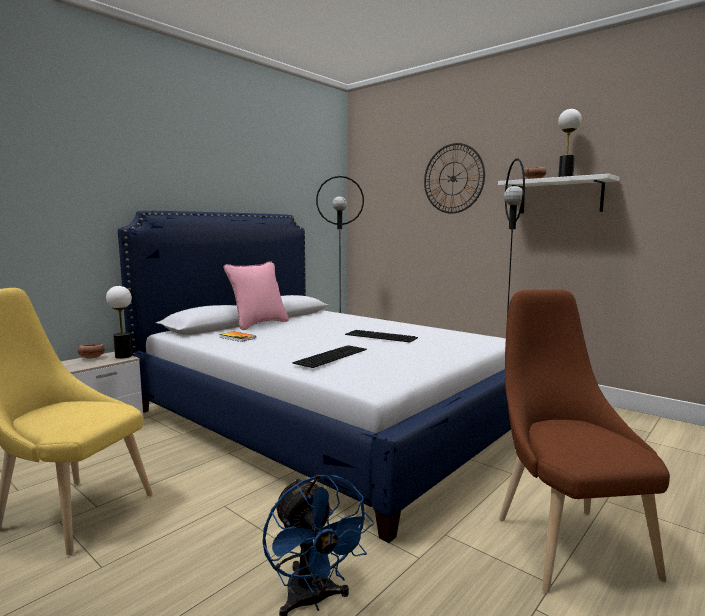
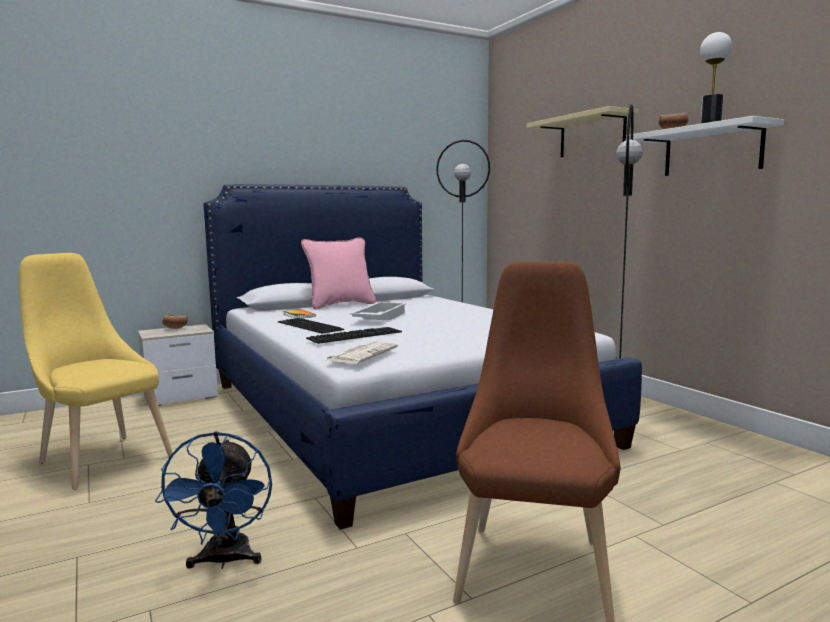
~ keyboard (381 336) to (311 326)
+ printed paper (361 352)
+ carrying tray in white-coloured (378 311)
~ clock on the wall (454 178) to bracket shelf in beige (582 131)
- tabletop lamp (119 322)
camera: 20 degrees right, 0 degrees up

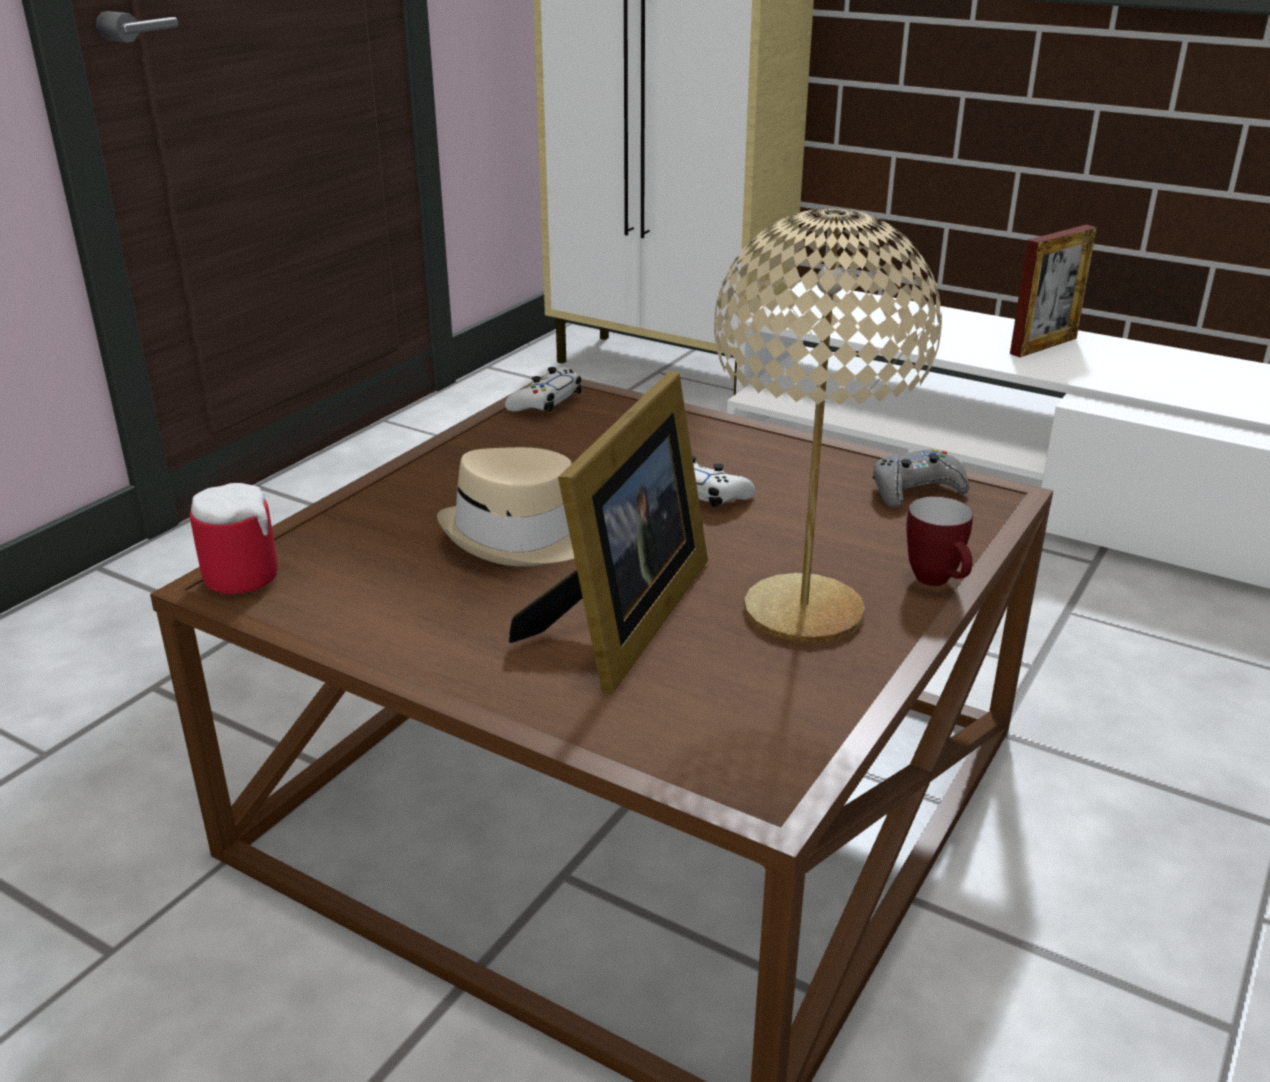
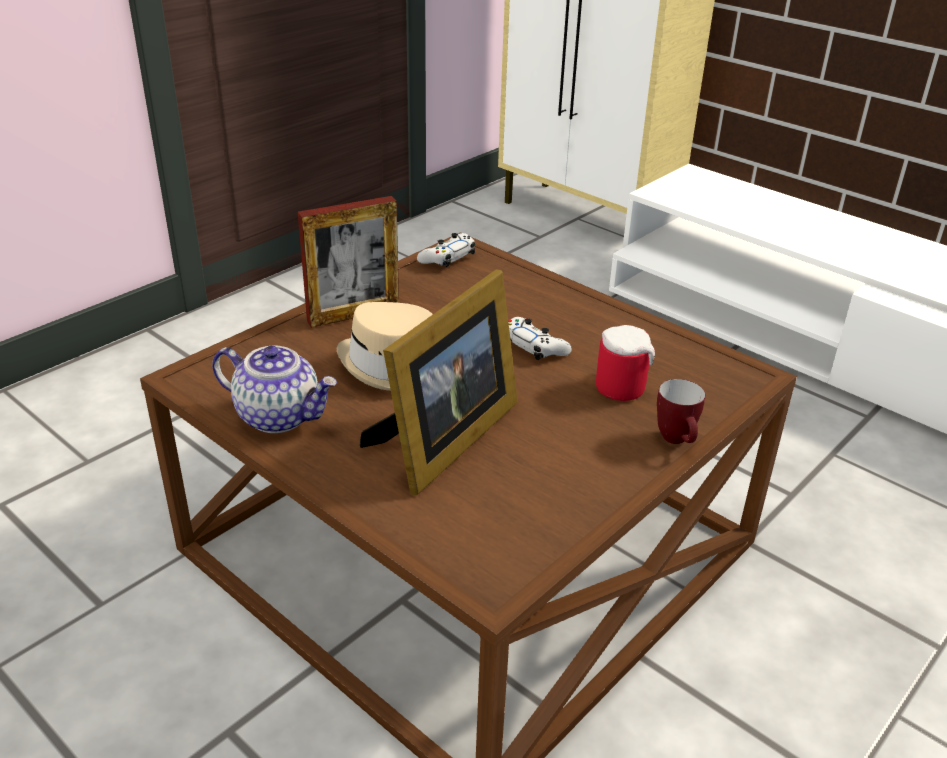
+ pot for tea (274 389)
~ photo frame (1053 291) to (348 262)
~ tea mug (234 538) to (625 363)
- tabletop lamp in beige (828 425)
- joypad in greyish (921 478)
camera: 10 degrees right, 5 degrees up

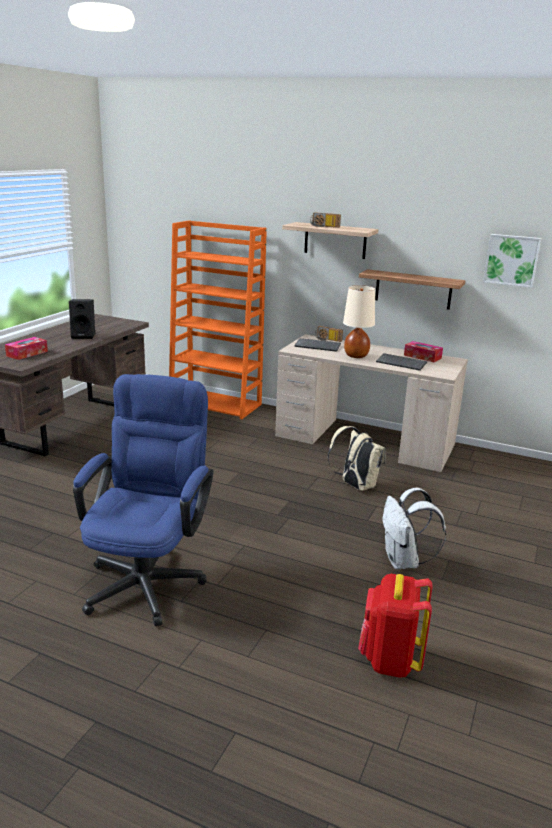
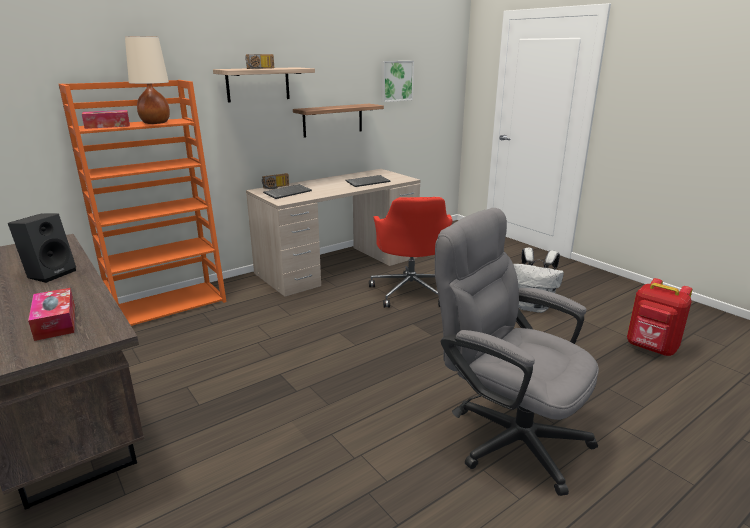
~ box of tissues (423 351) to (106 119)
~ tabletop lamp in beige (359 321) to (147 80)
~ knapsack in beige (356 458) to computer chair in reddish (410 252)
~ computer chair in blue (143 500) to computer chair in greyish (517 352)
camera: 60 degrees left, 0 degrees up

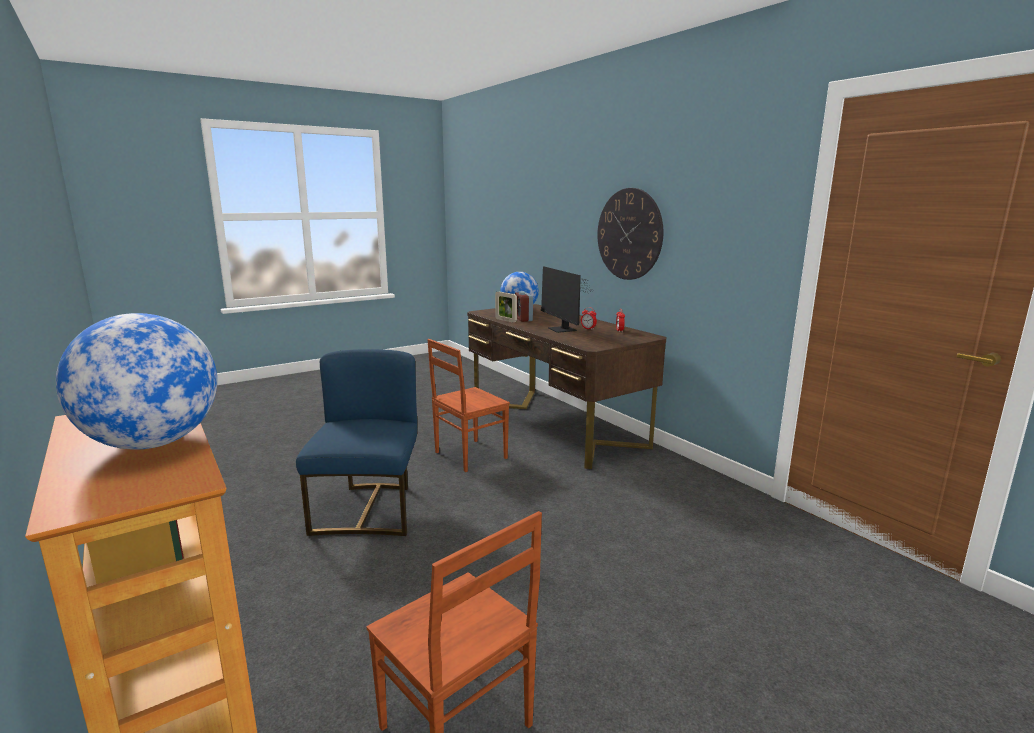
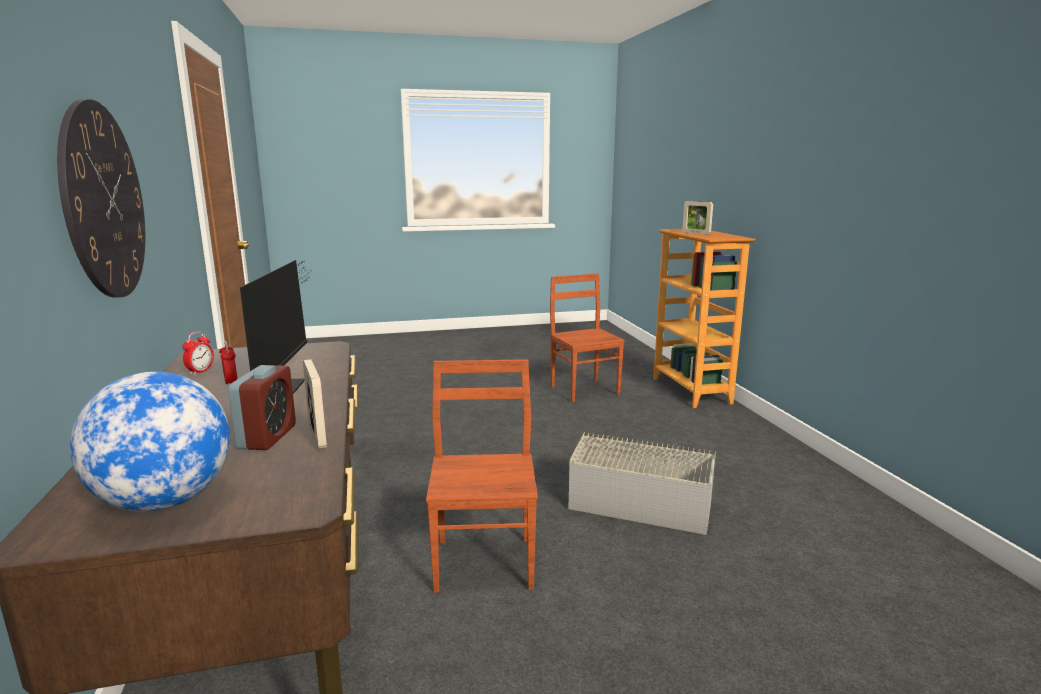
~ plain chair in brown (468 405) = (482 476) 75 degrees counterclockwise
~ plain chair in blue (356 442) to storage bin in greyish (642 483)
~ world globe (136 381) to photo frame (697 218)
camera: 160 degrees left, 0 degrees up

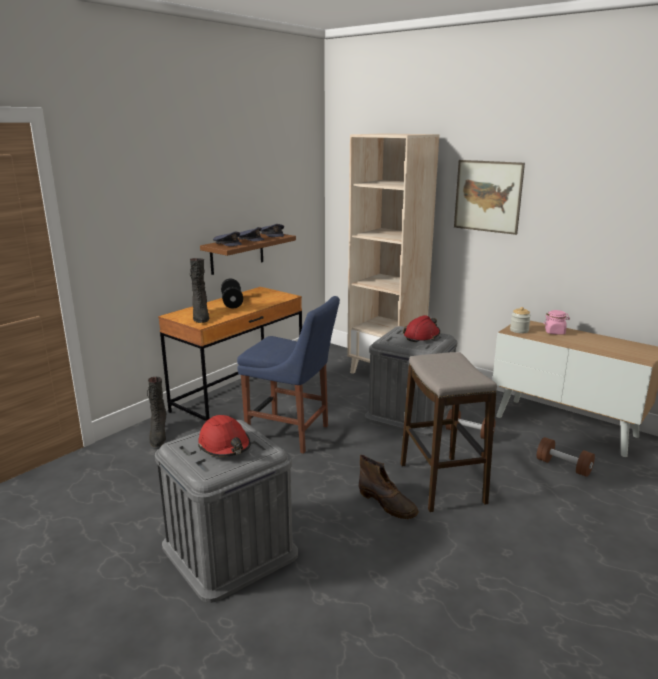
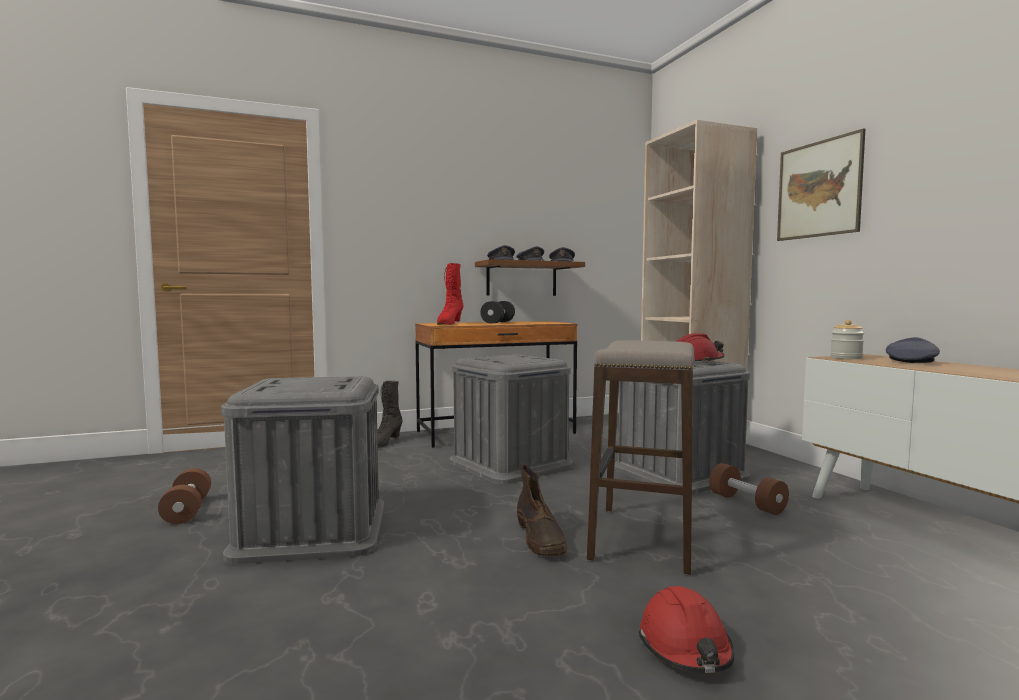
~ free weight in brown (566 457) to (184 496)
~ boot in black-coloured (199 290) to boot in reddish (450 294)
~ plain chair in blue (288 375) to storage bin in greyish (511 419)
~ safety helmet in reddish (224 436) to (687 629)
~ preserve jar in pink (557 322) to cap in greyish (913 350)
camera: 30 degrees right, 15 degrees down

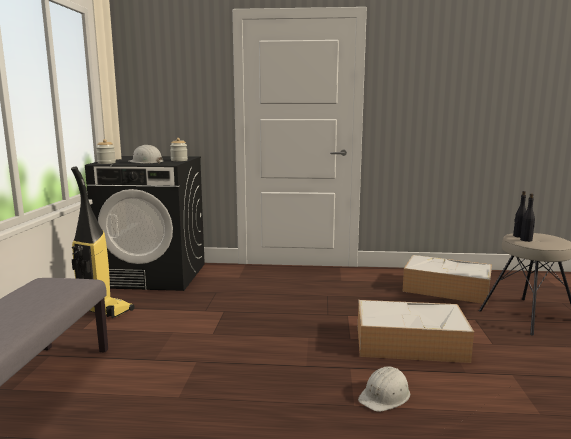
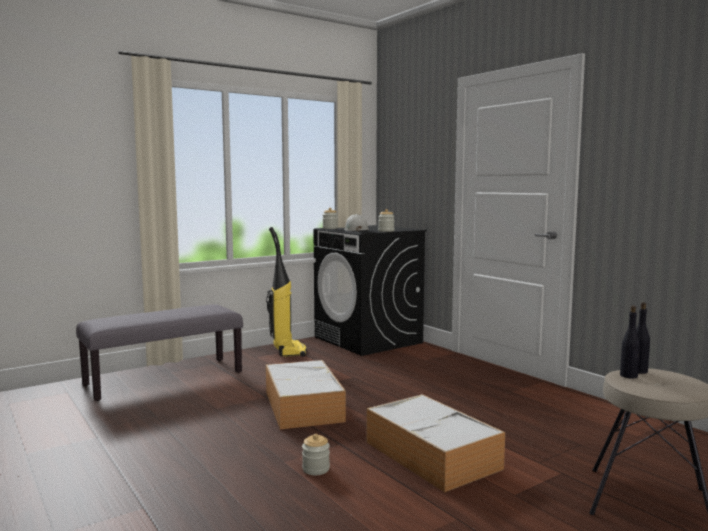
~ storage bin (447 280) to (306 394)
~ safety helmet in white-coloured (384 389) to preserve jar (316 454)
camera: 50 degrees right, 5 degrees down

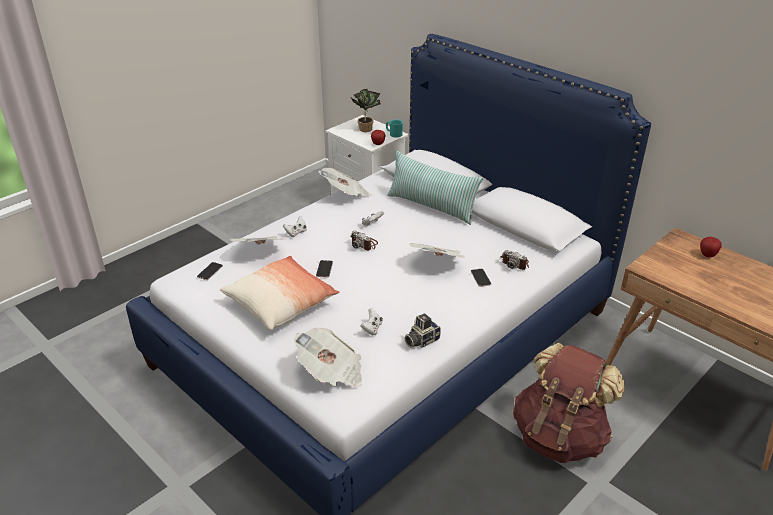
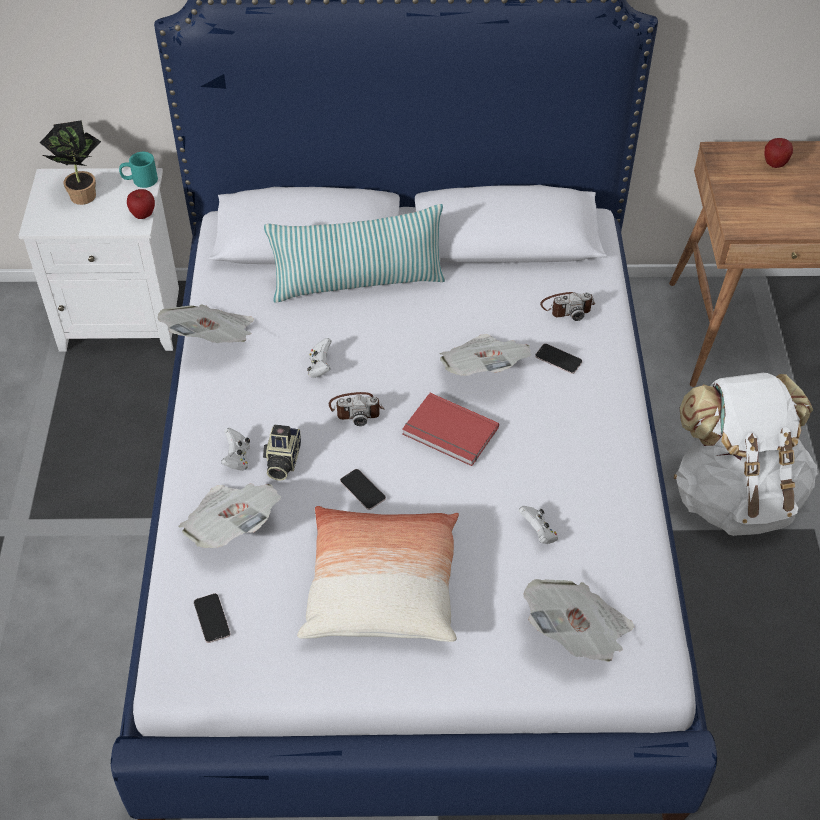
~ photo camera (423 331) to (282 453)
+ volume in reddish (450 429)
~ knapsack in brown (569 402) to knapsack in white-coloured (746 454)
camera: 45 degrees left, 15 degrees up

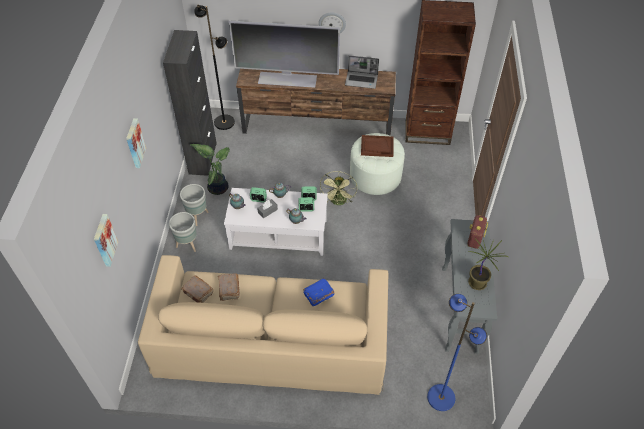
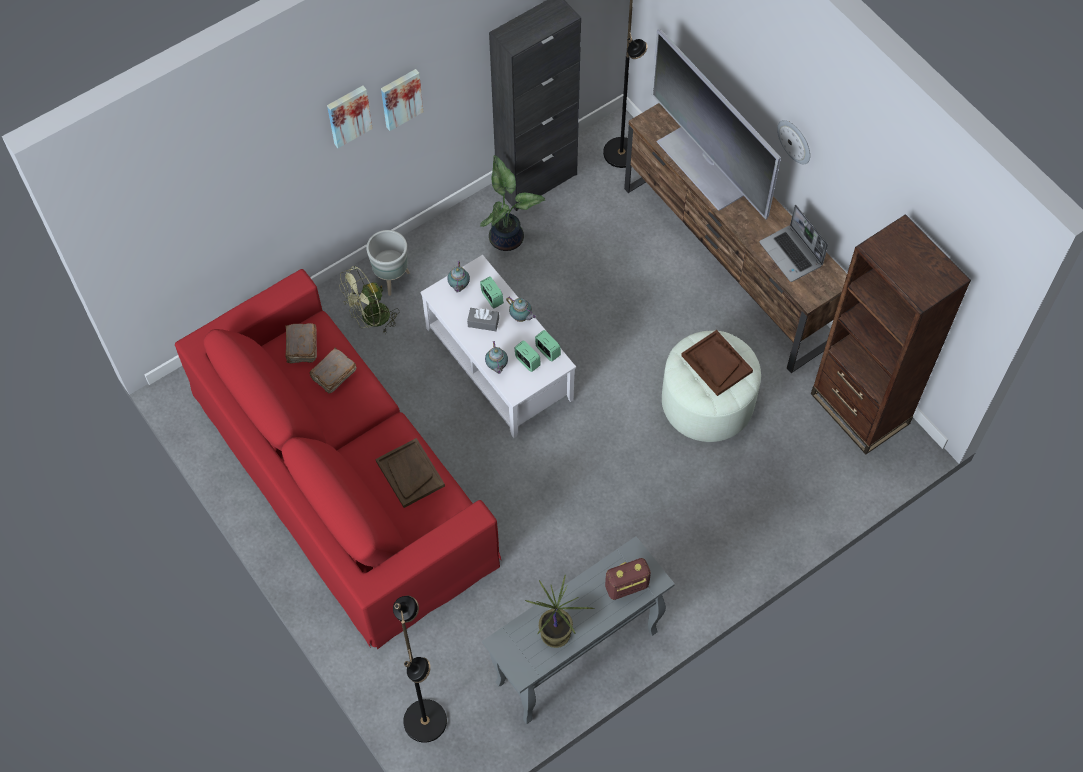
~ sofa in beige (263 325) to sofa in reddish (338 459)
~ fan in green-coloured (338 188) to (369 300)
~ volume in blue (318 292) to carrying tray in brown (410 473)
~ picture (106 240) to (402 100)
~ floor lamp in blue (457 352) to floor lamp in black-coloured (420 669)
- plant pot in greyish (194 205)
camera: 50 degrees right, 10 degrees up

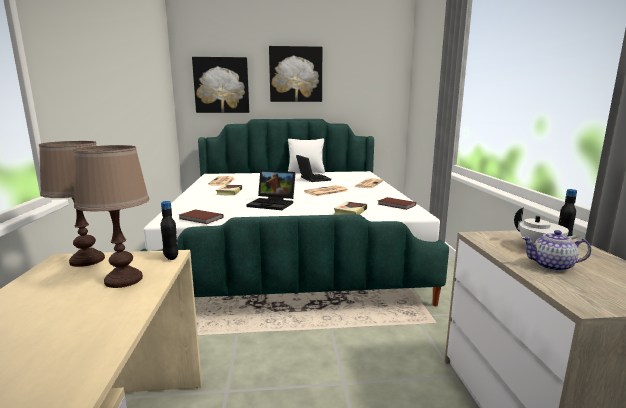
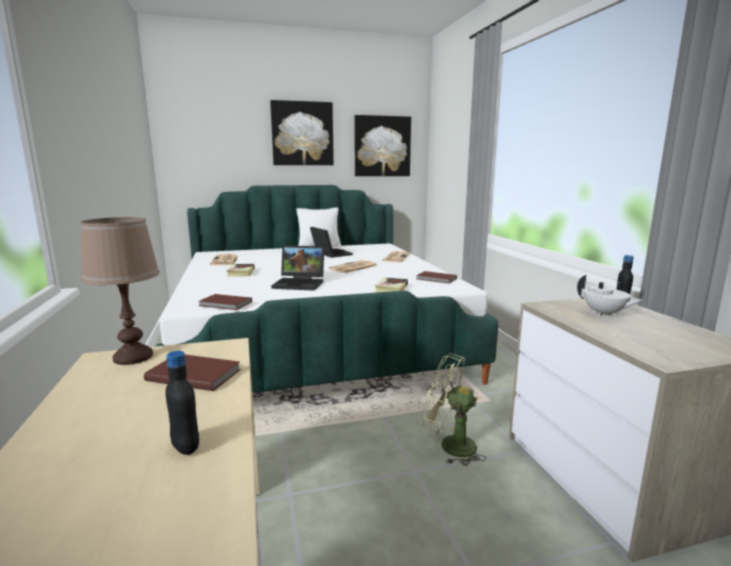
~ tabletop lamp in brown (111 216) to volume in brown (192 373)
~ beverage bottle in black-coloured (169 230) to (182 403)
~ picture (220 85) to (382 145)
+ fan in green-coloured (454 409)
- pot for tea (556 251)
camera: 10 degrees left, 0 degrees up

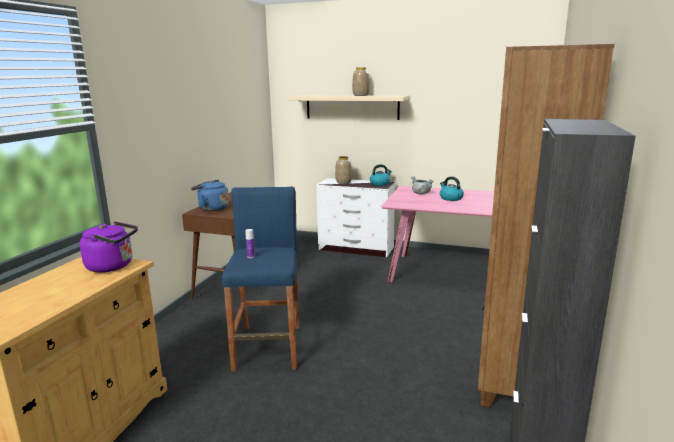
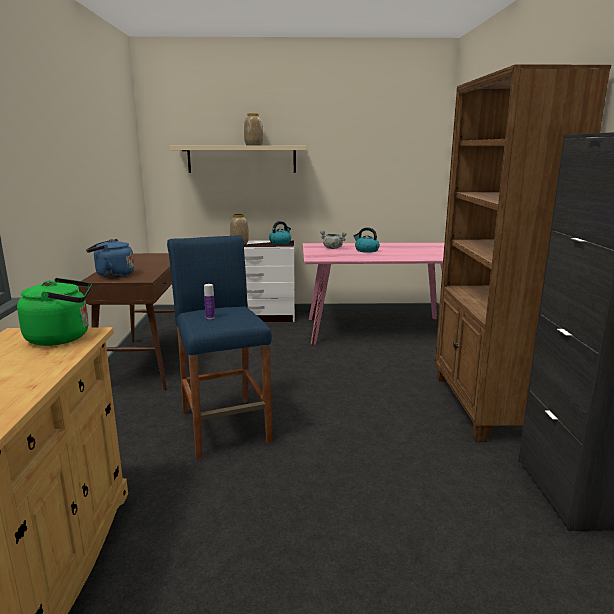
~ tea kettle in purple (109 247) to tea kettle in green-coloured (54 312)
camera: 20 degrees left, 0 degrees up

